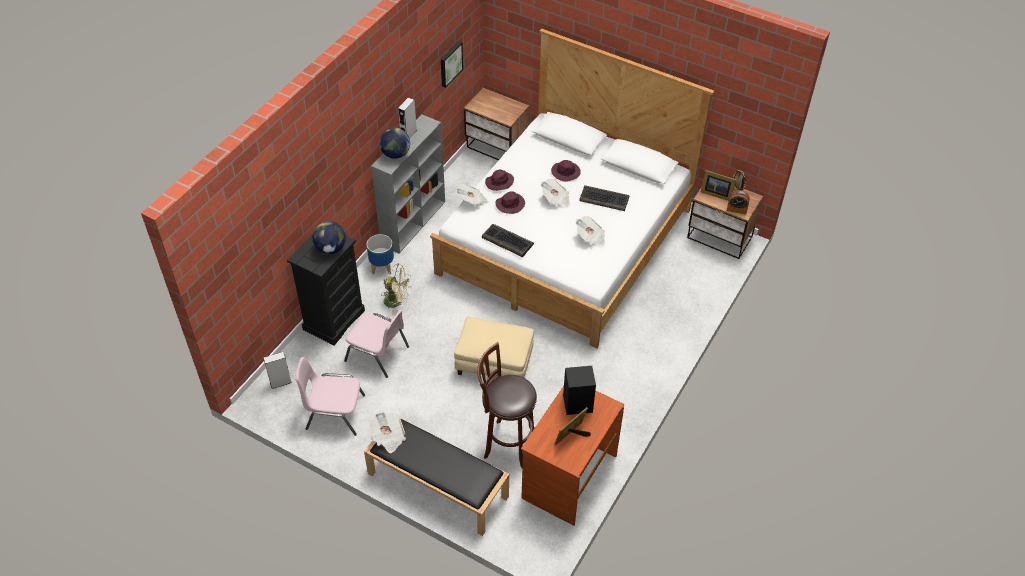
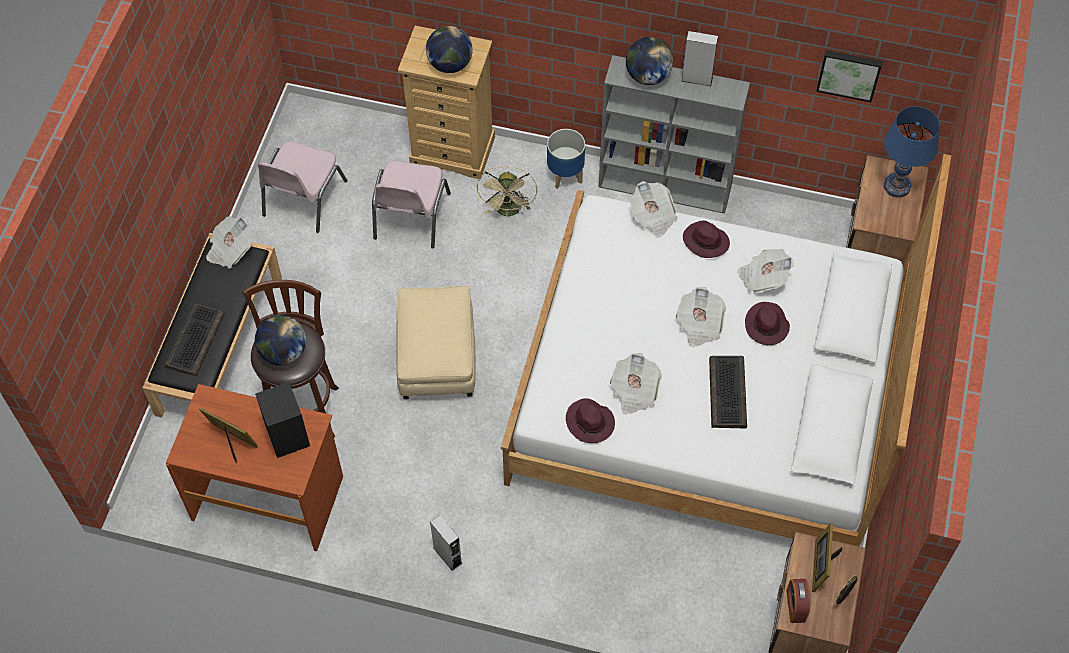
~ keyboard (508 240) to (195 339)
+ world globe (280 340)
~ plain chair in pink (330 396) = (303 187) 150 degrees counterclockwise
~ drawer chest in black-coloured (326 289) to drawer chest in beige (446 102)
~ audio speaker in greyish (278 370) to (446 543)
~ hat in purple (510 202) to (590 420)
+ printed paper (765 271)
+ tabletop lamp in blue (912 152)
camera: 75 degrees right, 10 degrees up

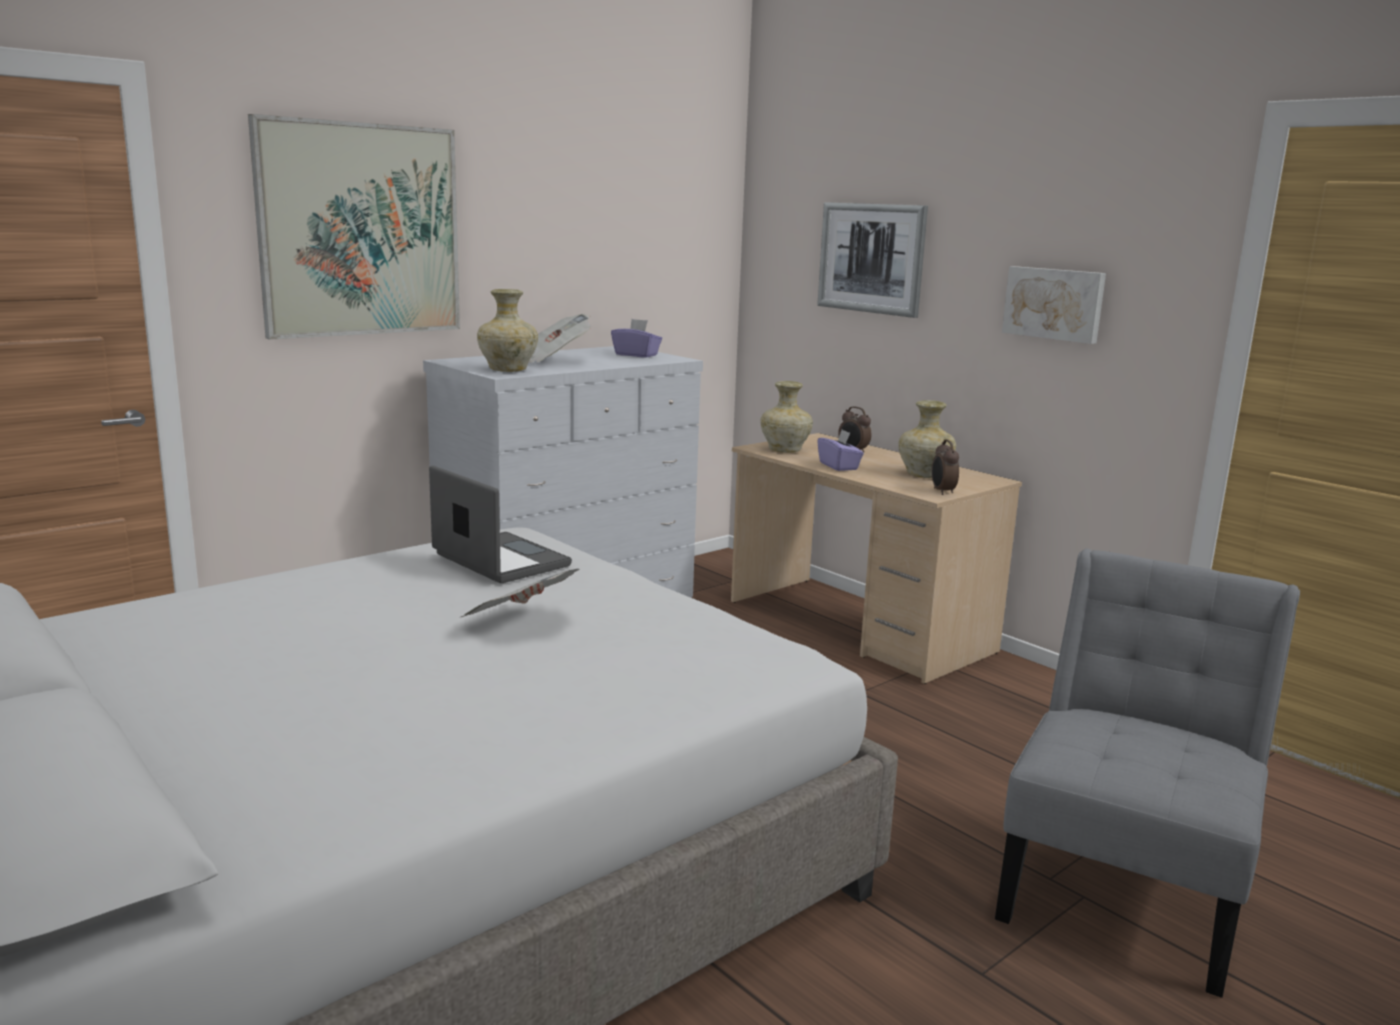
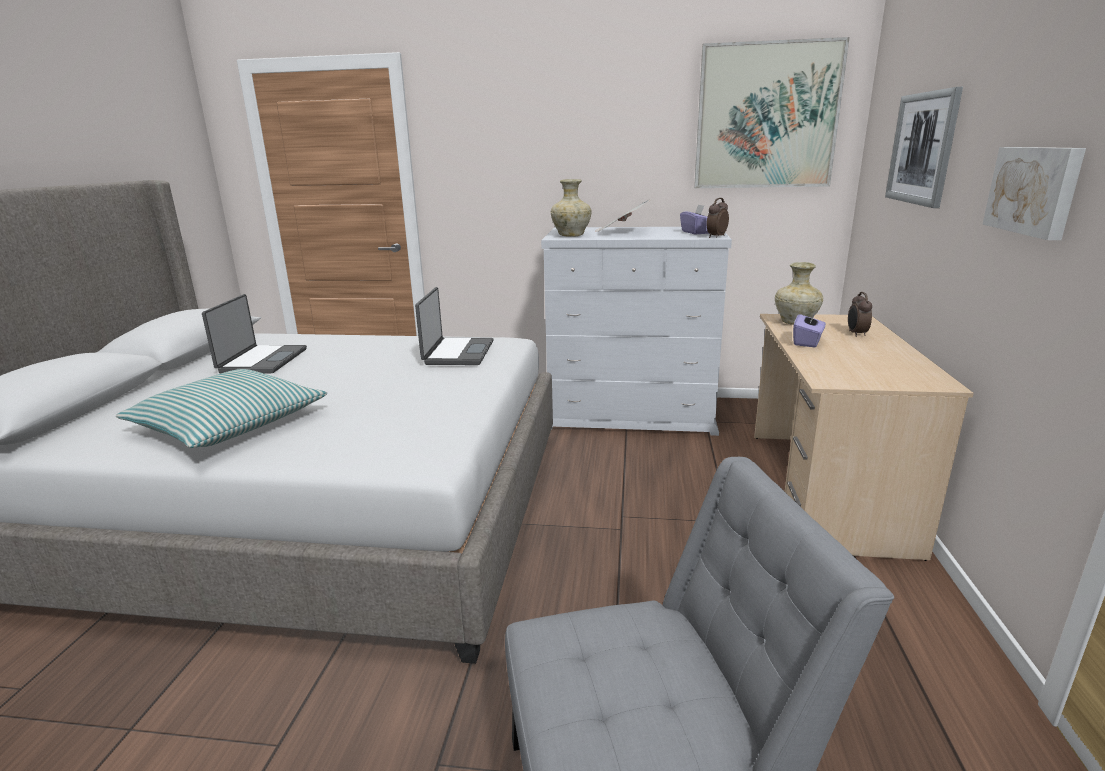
+ cushion (221 408)
+ laptop (254 333)
~ picture (354 227) to (772 112)
~ table clock (945 467) to (718 218)
- printed paper (520 593)
- flower vase in beige (927 439)
camera: 50 degrees right, 5 degrees up

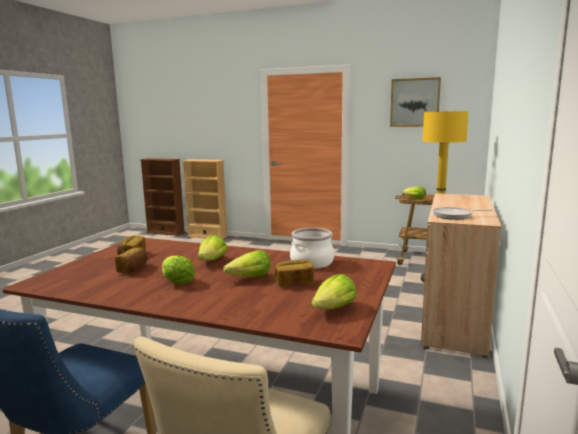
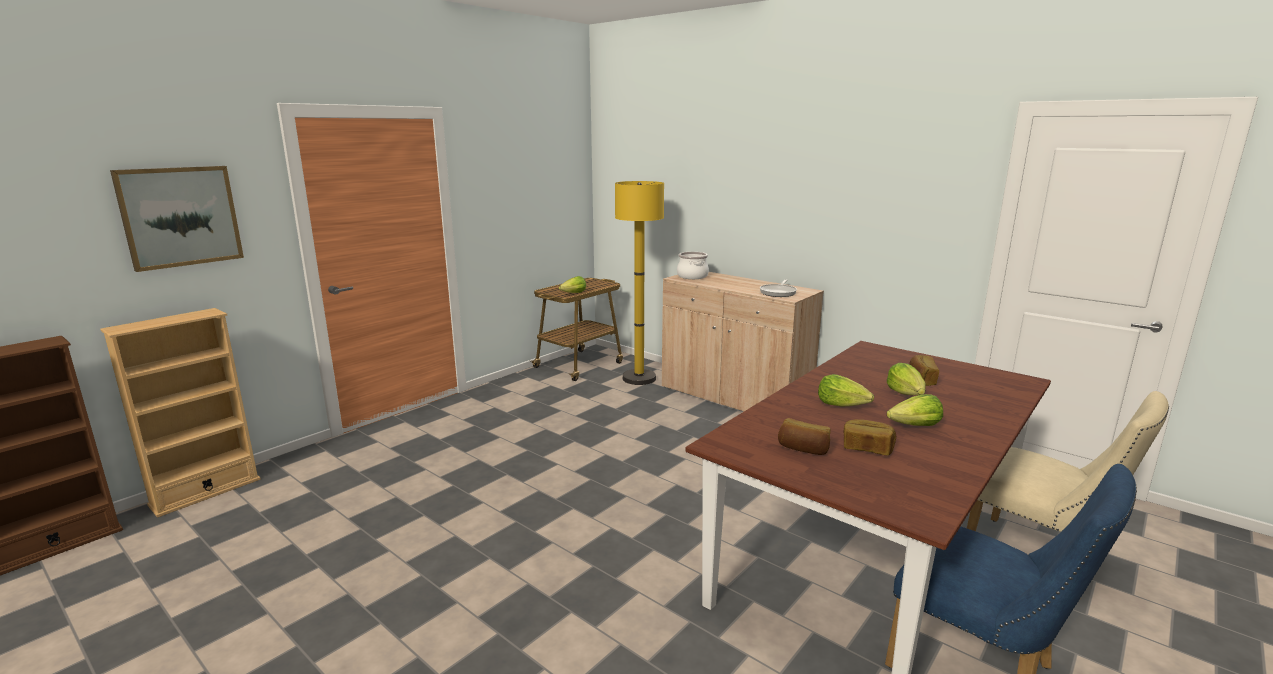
~ picture (415 102) to (177 219)
~ cooking pot (312 248) to (693 265)
- lettuce (334 292)
camera: 70 degrees left, 5 degrees up

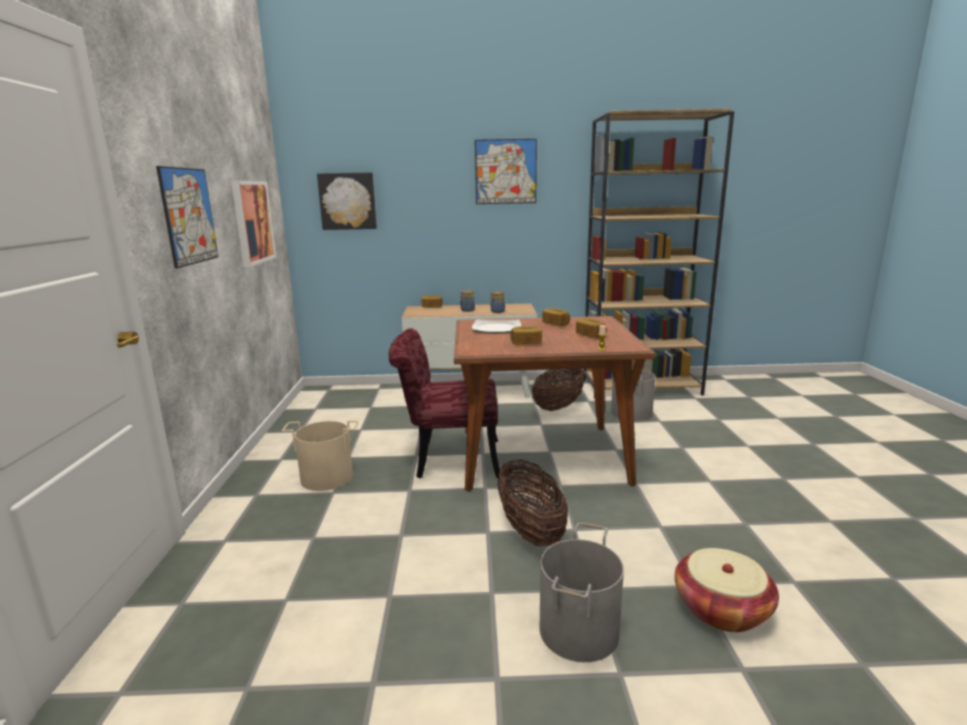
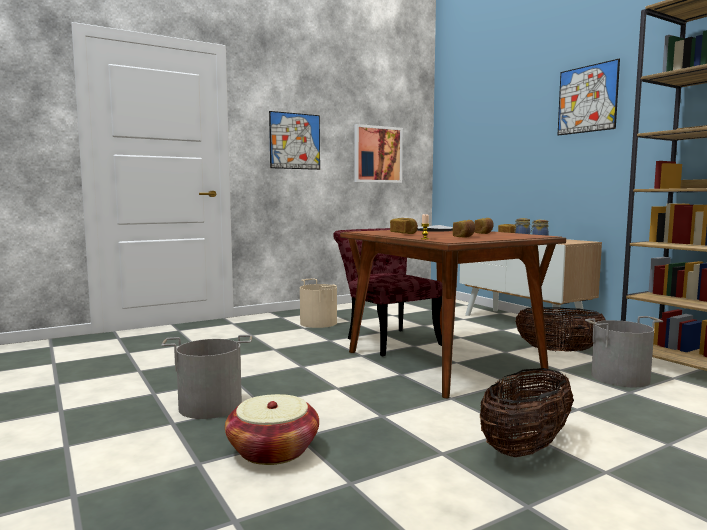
~ storage basket (532 503) to (527 412)
- picture (347 201)
camera: 60 degrees right, 10 degrees down

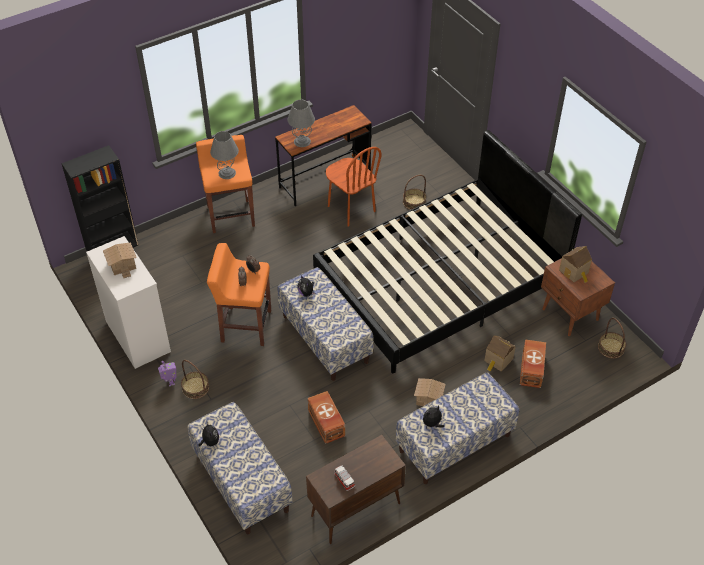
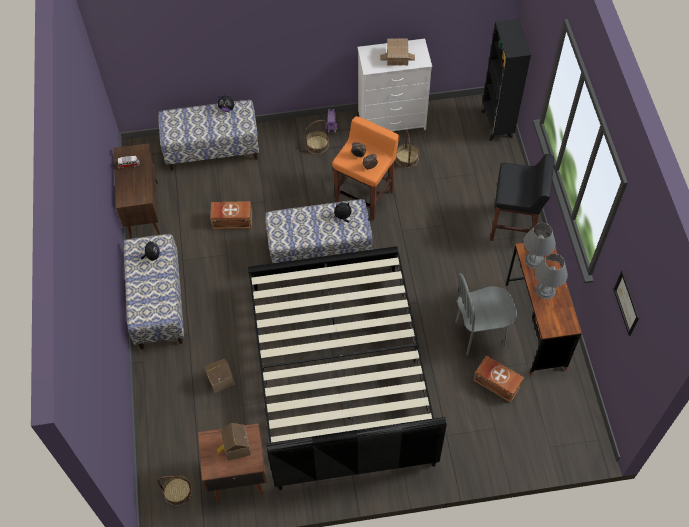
~ storage basket (414 192) to (407 149)
~ plain chair in brown (354 187) to plain chair in greyish (486 314)
~ storage bin in brown (533 363) to (498 379)
~ stool seat in orangey (225 184) to stool seat in black-coloured (522 197)
~ tabletop lamp in greyish (224 155) to (551 276)
+ picture (626 303)
- miniature house (430 392)
camera: 115 degrees right, 10 degrees up

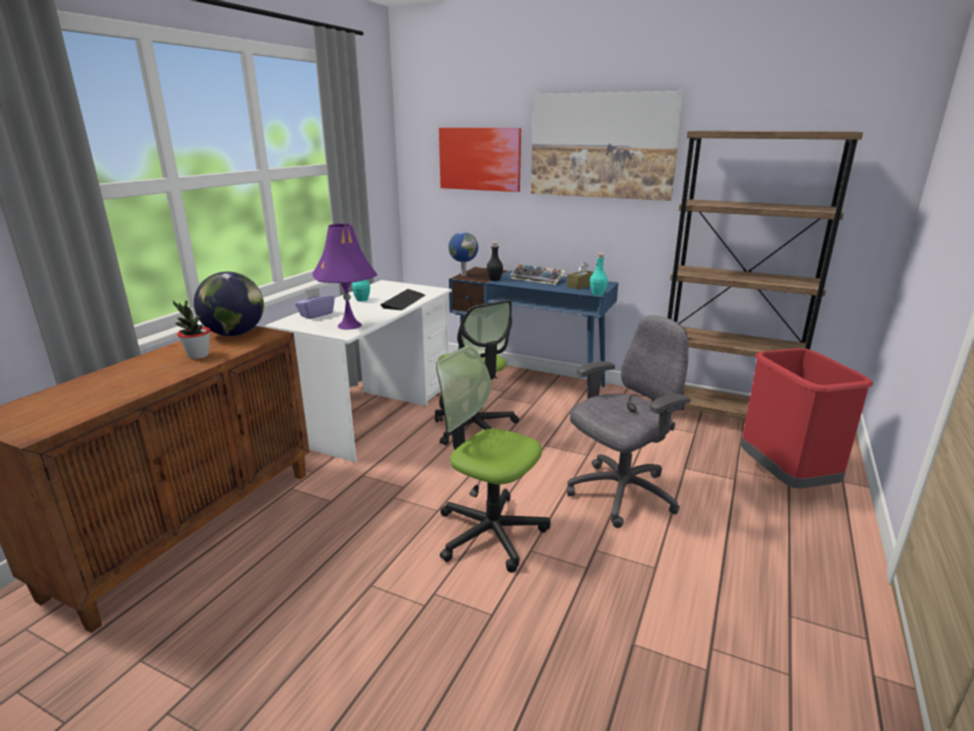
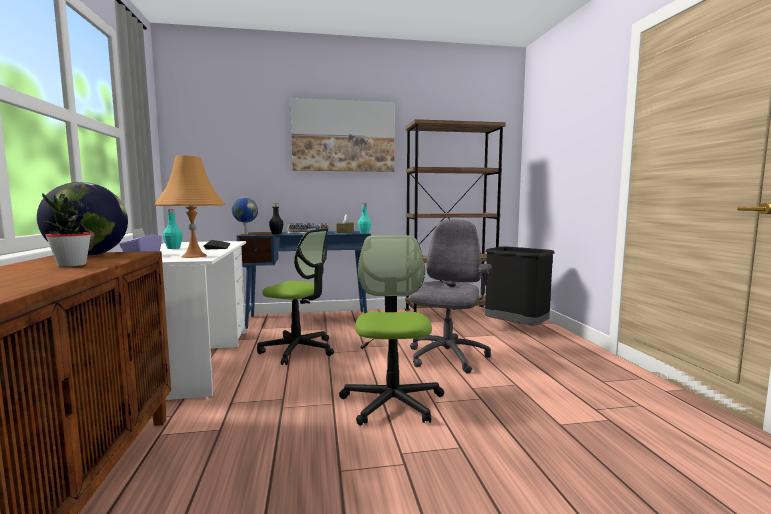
~ tabletop lamp in purple (344 277) to tabletop lamp in orangey (189 206)
~ computer chair (493 458) = (391 330) 90 degrees clockwise
~ rubbish bin in reddish (807 418) to rubbish bin in black-coloured (520 286)
- picture (480 160)
camera: 35 degrees left, 15 degrees down

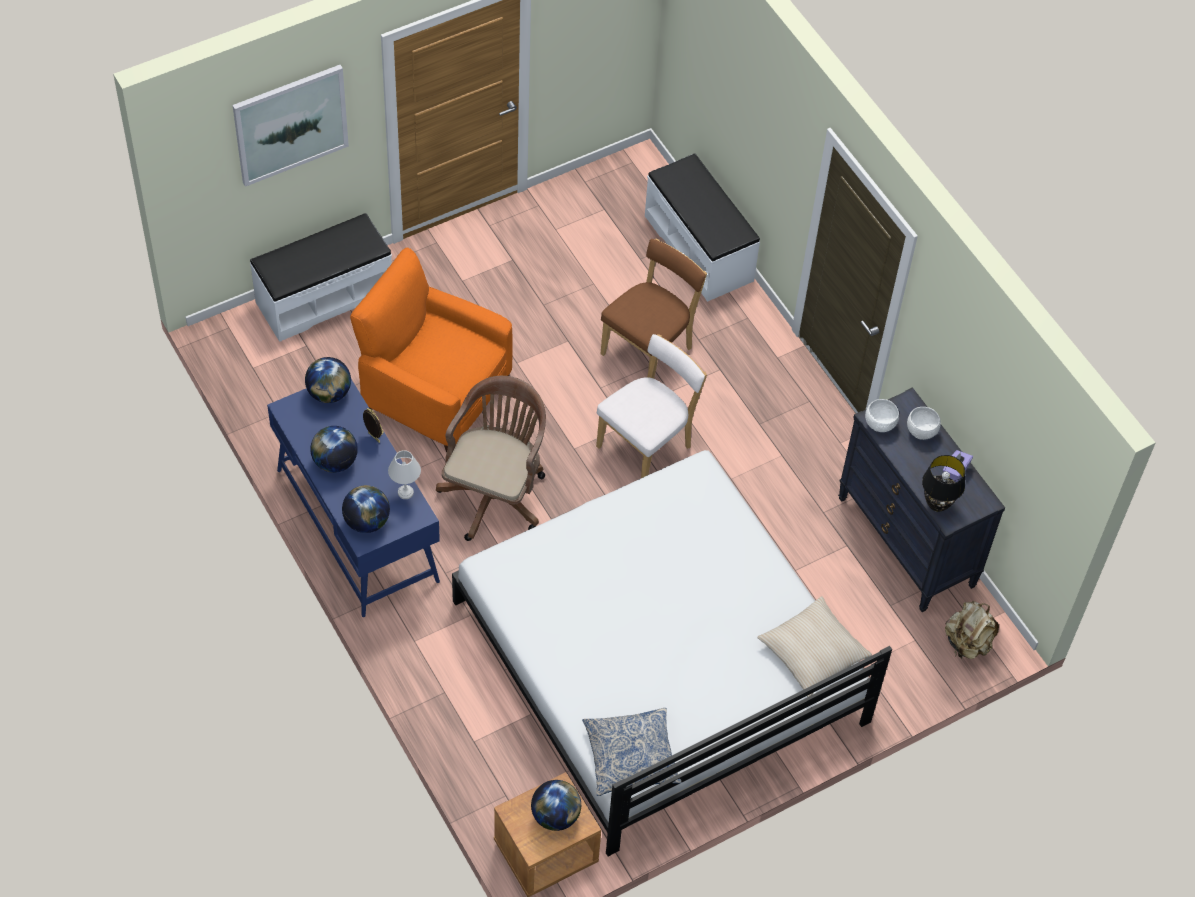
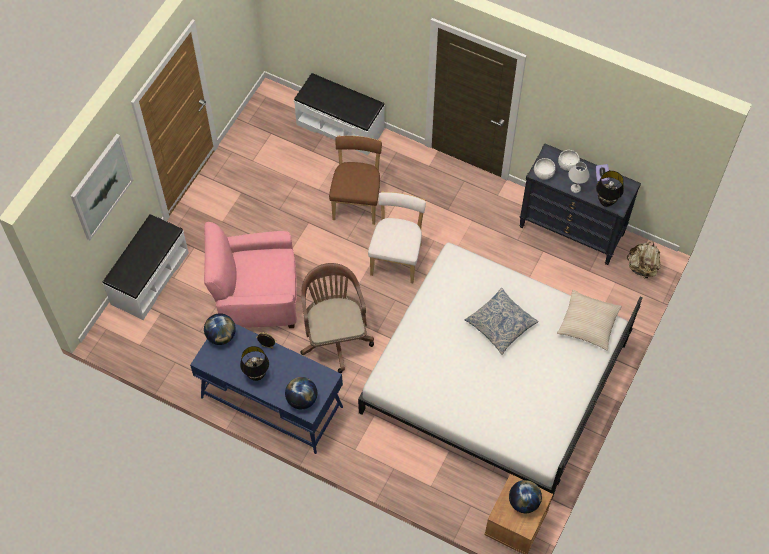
~ lounge chair in orangey (431 350) to lounge chair in pink (250 275)
~ world globe (334 449) to tabletop lamp in black-coloured (254 363)
~ cushion (631 752) to (502 321)
~ tabletop lamp in white-coloured (404 474) to (578 177)
camera: 30 degrees left, 5 degrees up

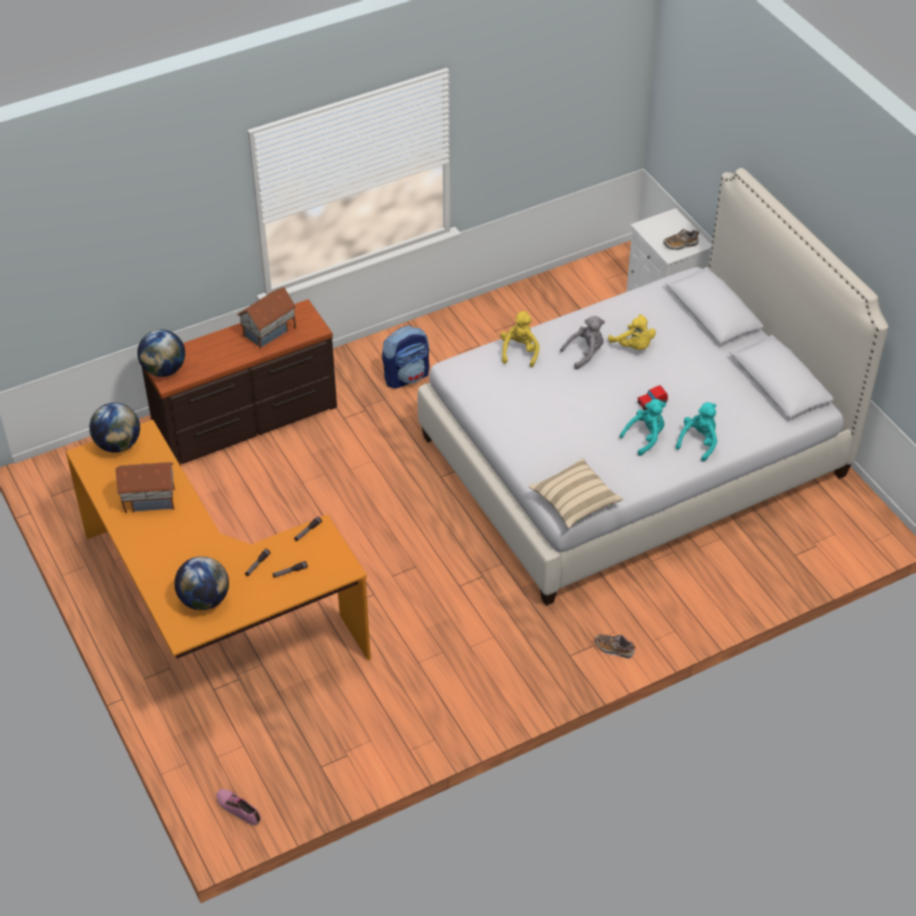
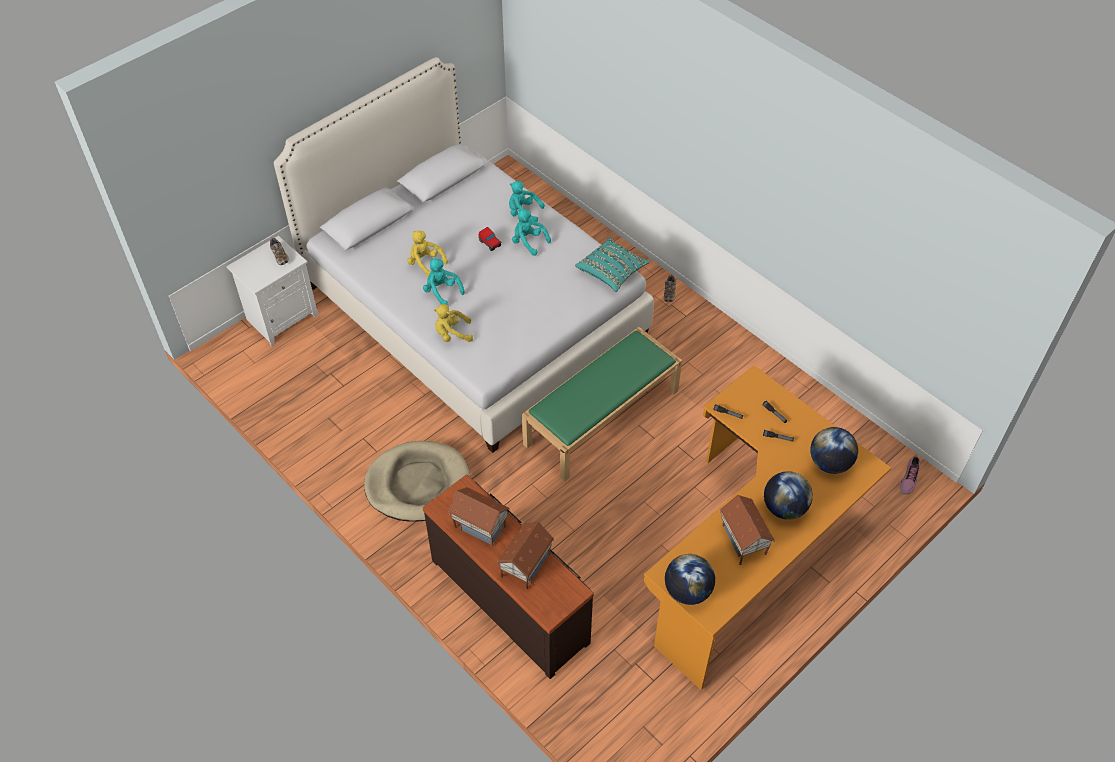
~ knapsack (405 357) to dog cushion in beige (417 481)
~ plush toy in yellow (632 332) = (427 254) 90 degrees counterclockwise
~ plush toy in greyish (582 342) to plush toy in turquoise (444 281)
+ miniature house (525 555)
+ bench in green-coloured (602 404)
~ cushion in beige (576 493) to cushion in turquoise (612 264)
~ world globe (161 353) to (788 495)
camera: 105 degrees left, 5 degrees up

